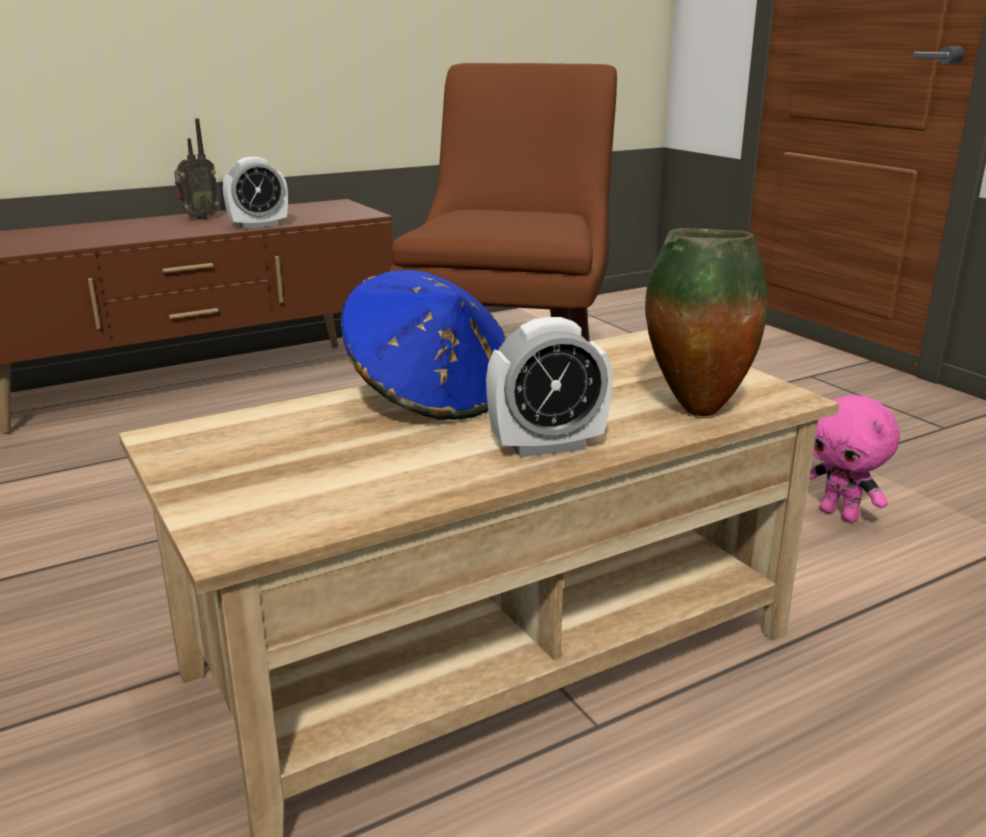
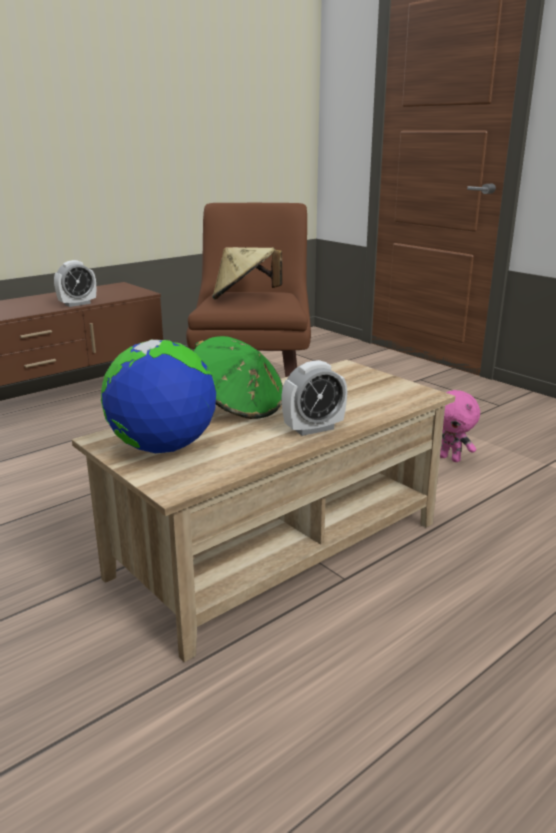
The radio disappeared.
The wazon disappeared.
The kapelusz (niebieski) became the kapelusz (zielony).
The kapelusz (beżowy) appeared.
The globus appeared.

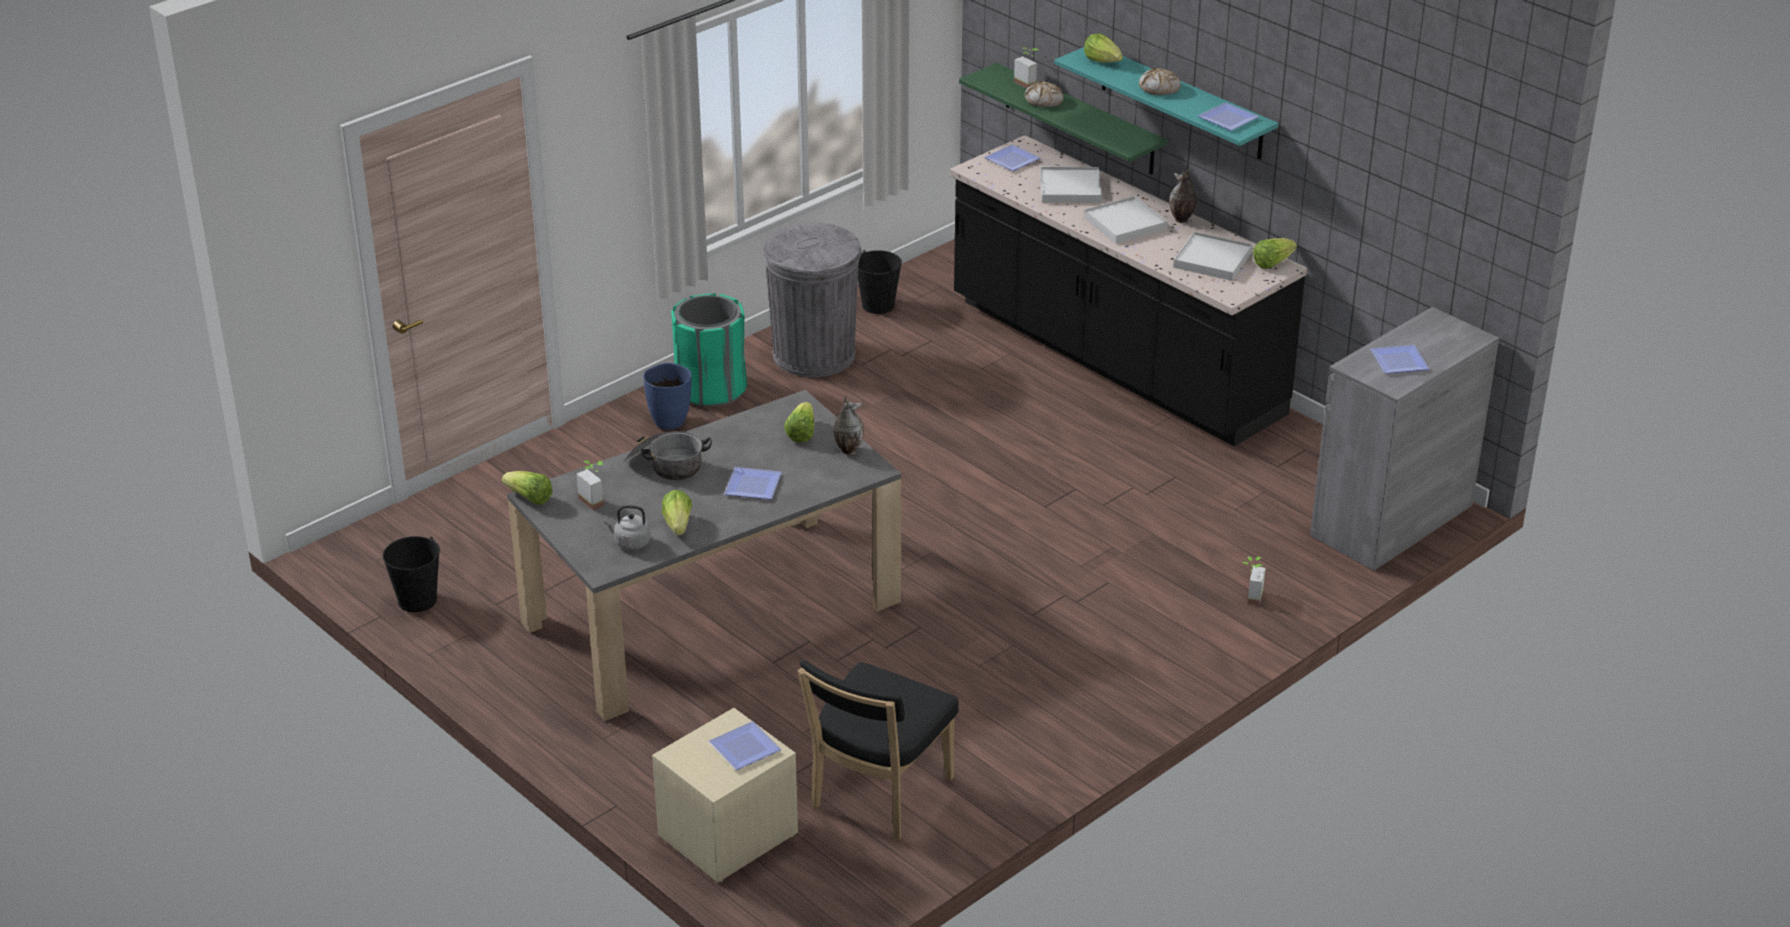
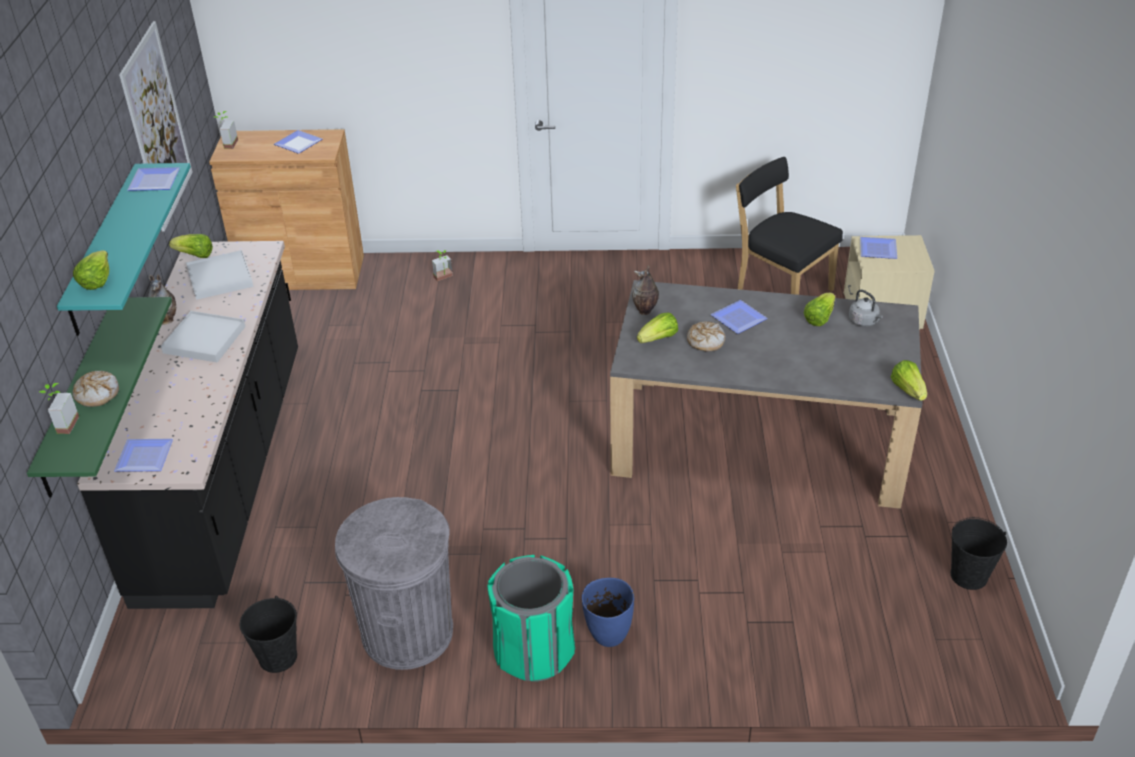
The chleb (2nd from left) moved.
The taca (biały) (1st from left) disappeared.
The szafka (szary) became the szafka (brązowy).
The garnek disappeared.
The roślina doniczkowa (1st from left in the first image) moved.
The krzesło (czarny) turned 120 degrees counterclockwise.
The obraz appeared.

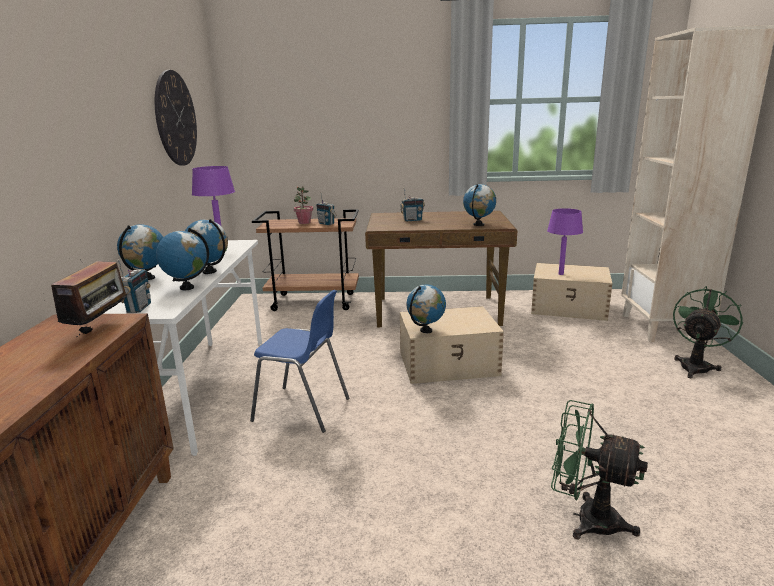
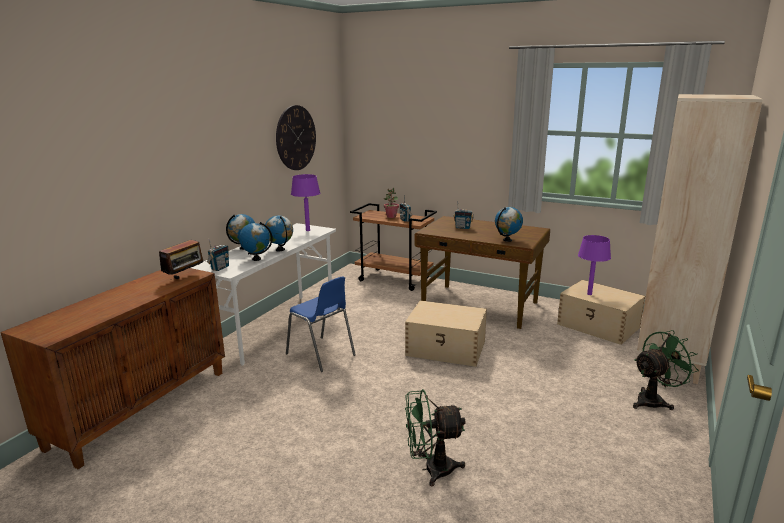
The globus (4th from left) disappeared.
The wentylator (zielony) (1st from left) turned 60 degrees counterclockwise.

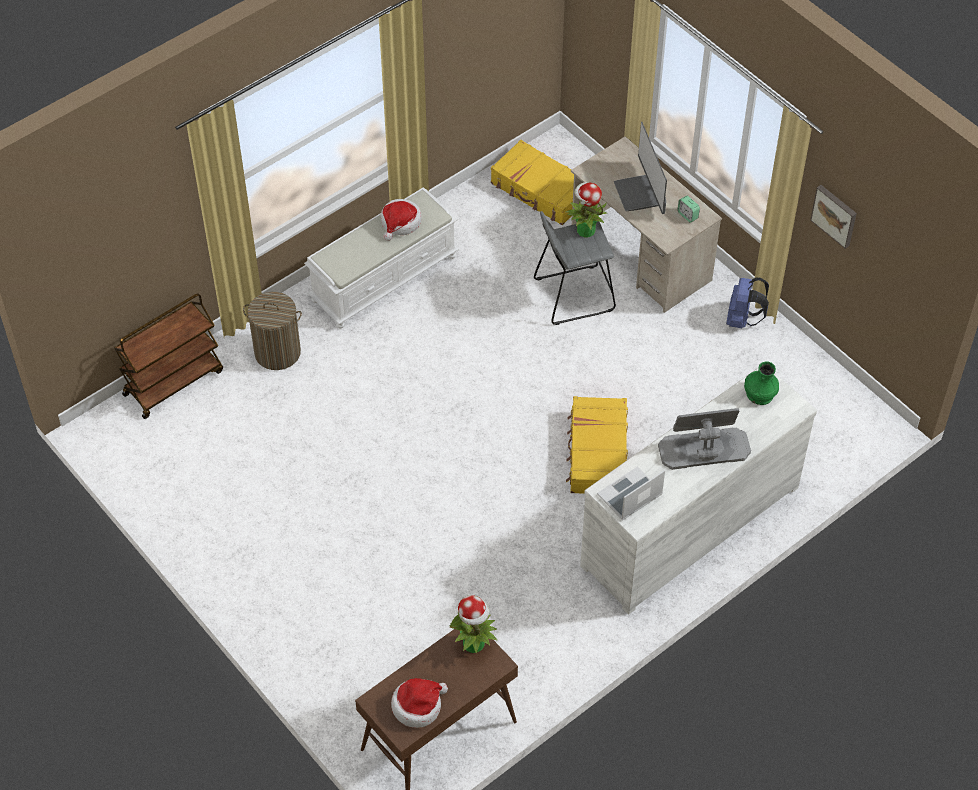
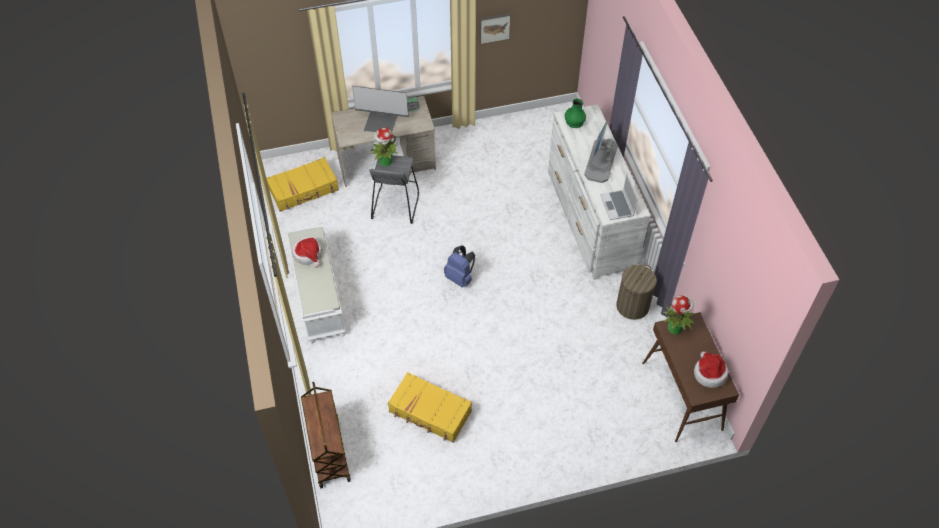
The plecak (niebieski) moved.
The kosz na pranie moved.
The walizka (żółty) (2nd from left) moved.

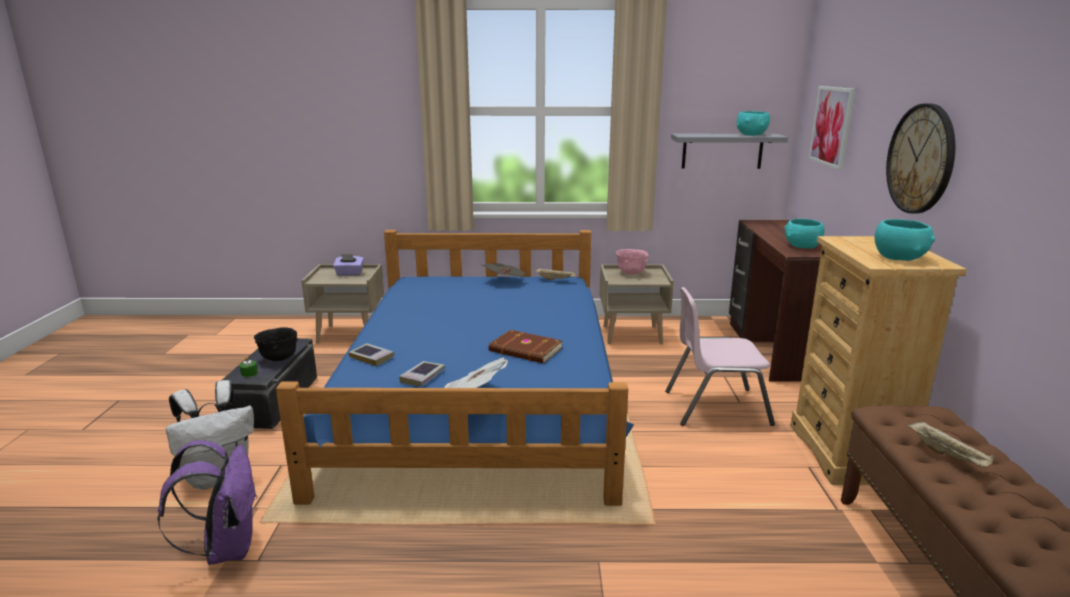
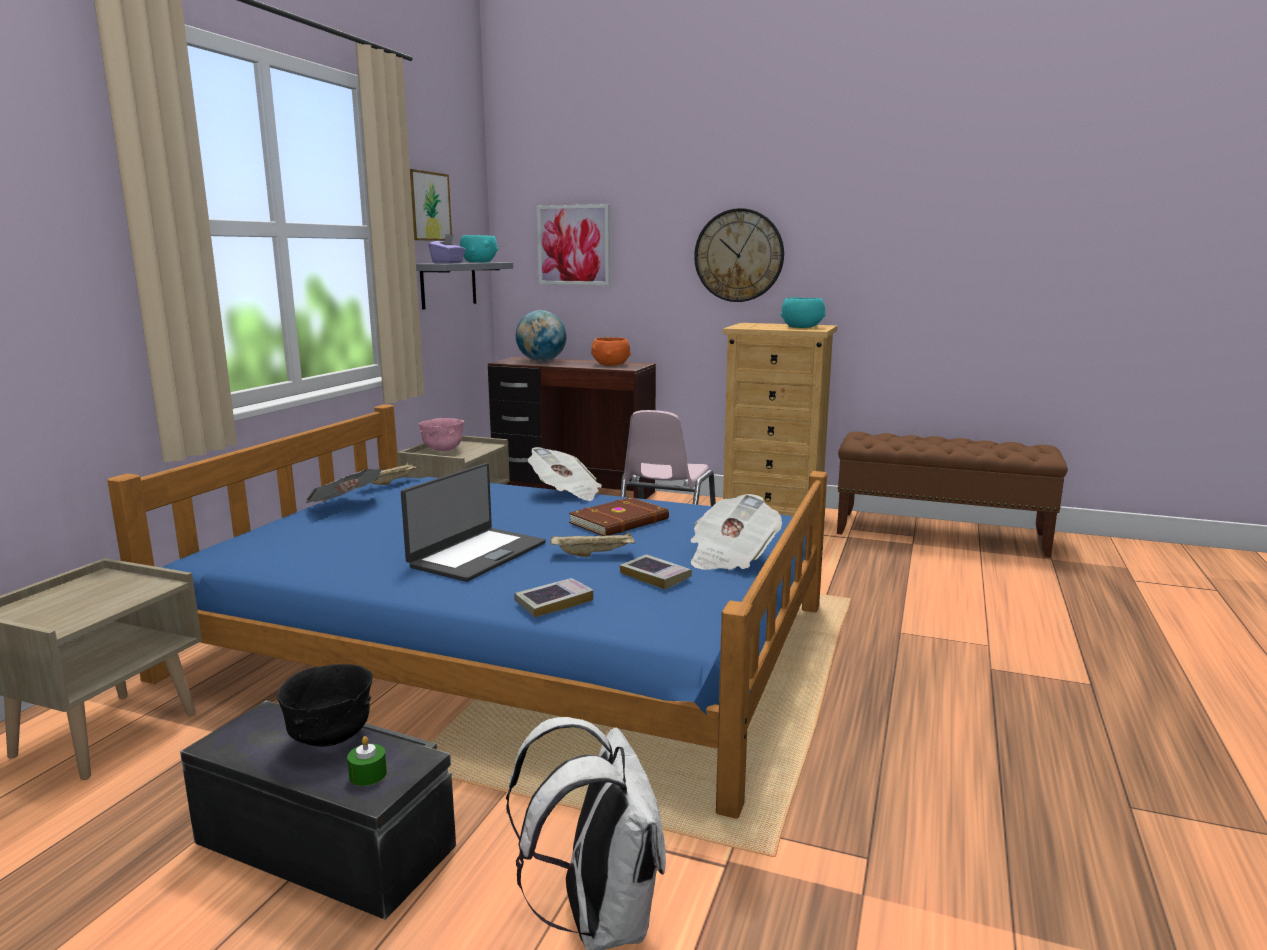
The miska (turkusowy) (2nd from left) became the miska (pomarańczowy).
The pudełko chusteczek (fioletowy) moved.
The taca (beżowy) (2nd from left) moved.
The plecak (fioletowy) disappeared.
The obraz (1st from left) appeared.
The globus appeared.
The gazeta (2nd from left) appeared.
The laptop appeared.

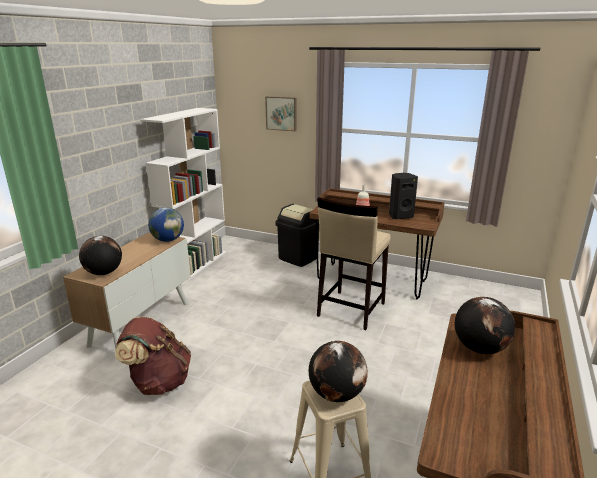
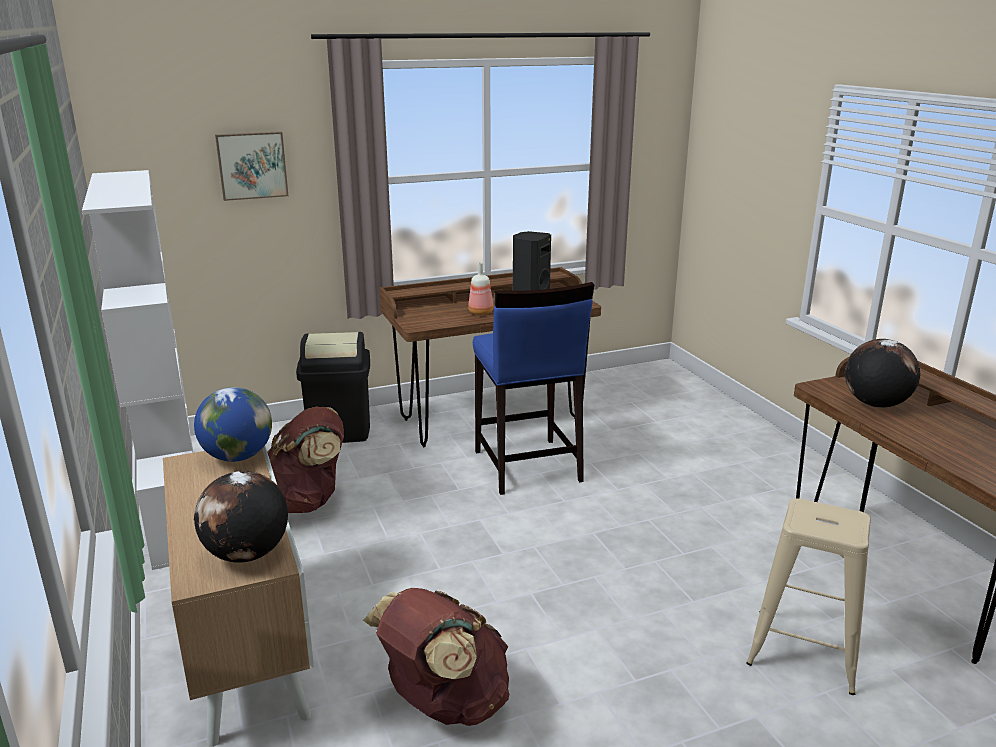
The stołek (beżowy) (2nd from left) became the stołek (niebieski).
The globus (3rd from left) disappeared.
The plecak (brązowy) (1st from left) appeared.

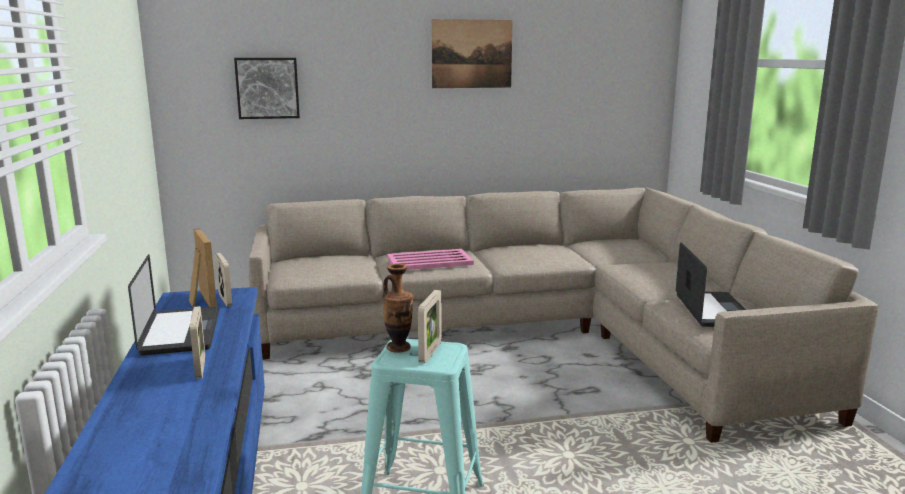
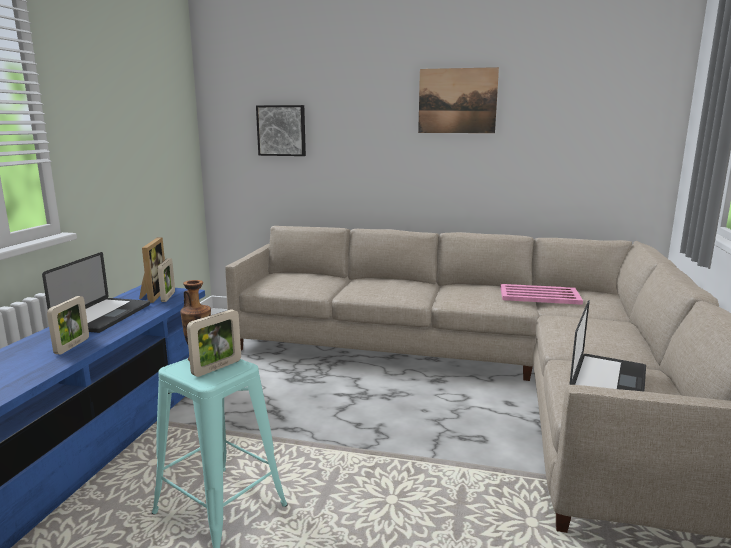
The taca (różowy) moved.

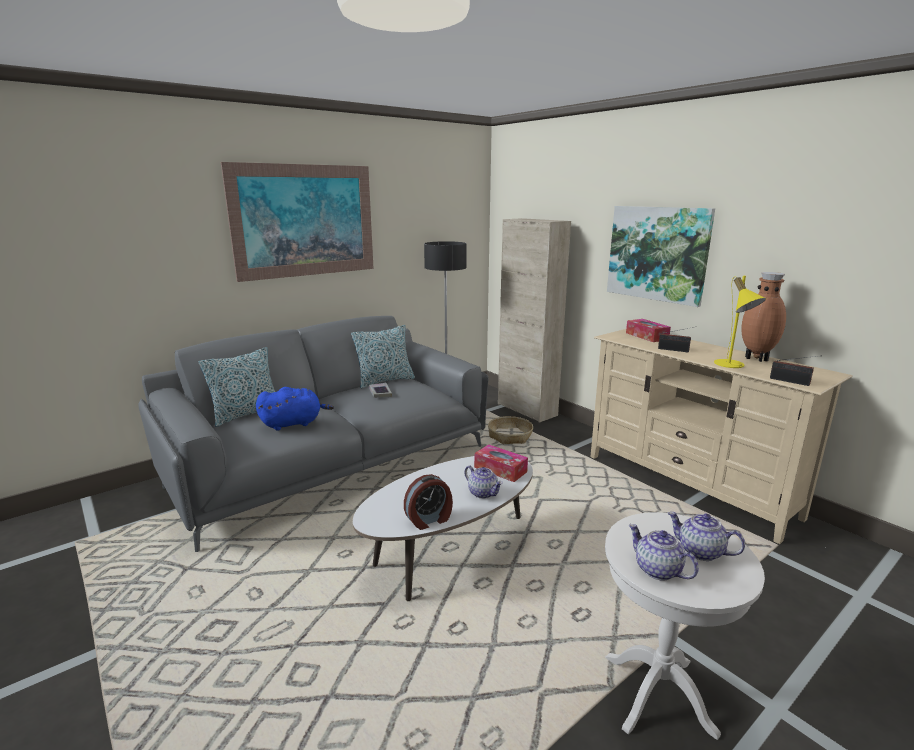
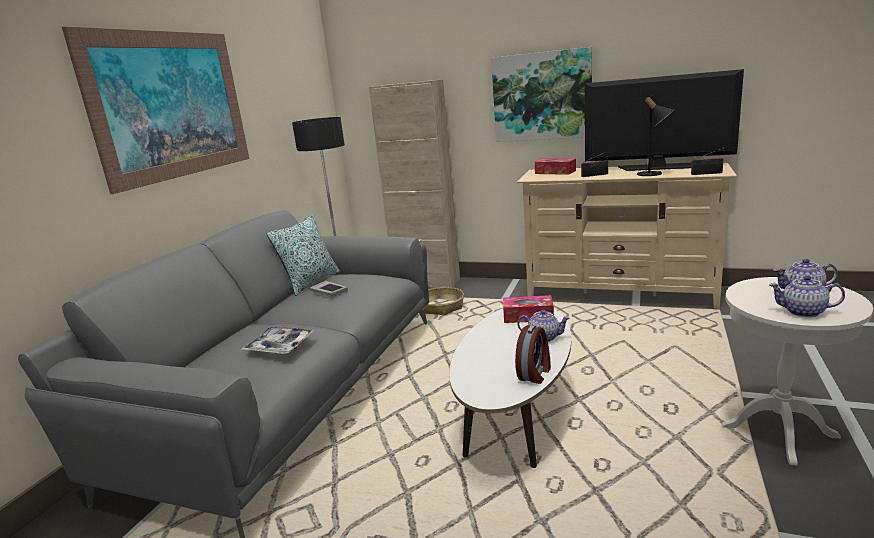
The wazon (brązowy) was replaced by the telewizor.
The lampa stołowa (żółty) became the lampa stołowa (czarny).
The poduszka (1st from left) disappeared.
The pluszak (niebieski) was replaced by the taca.

